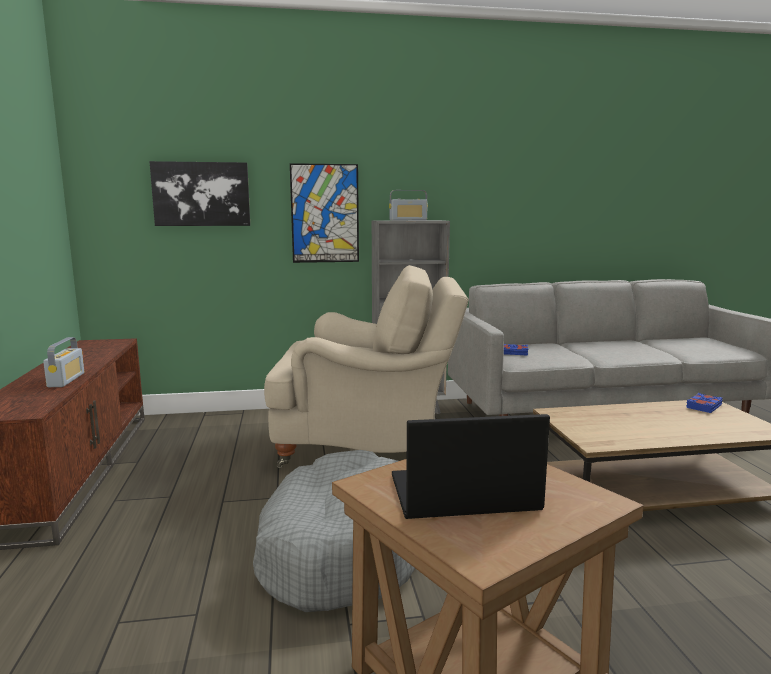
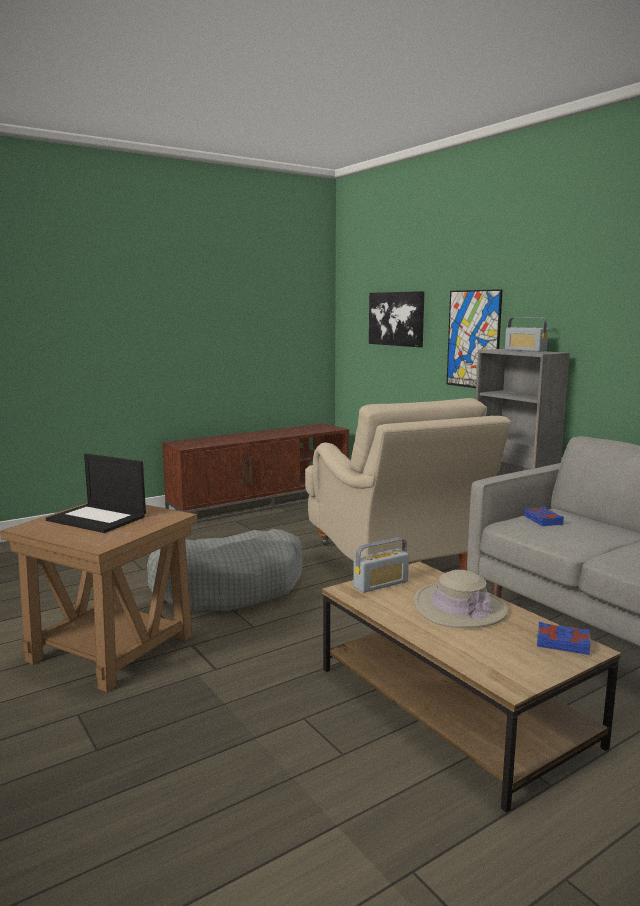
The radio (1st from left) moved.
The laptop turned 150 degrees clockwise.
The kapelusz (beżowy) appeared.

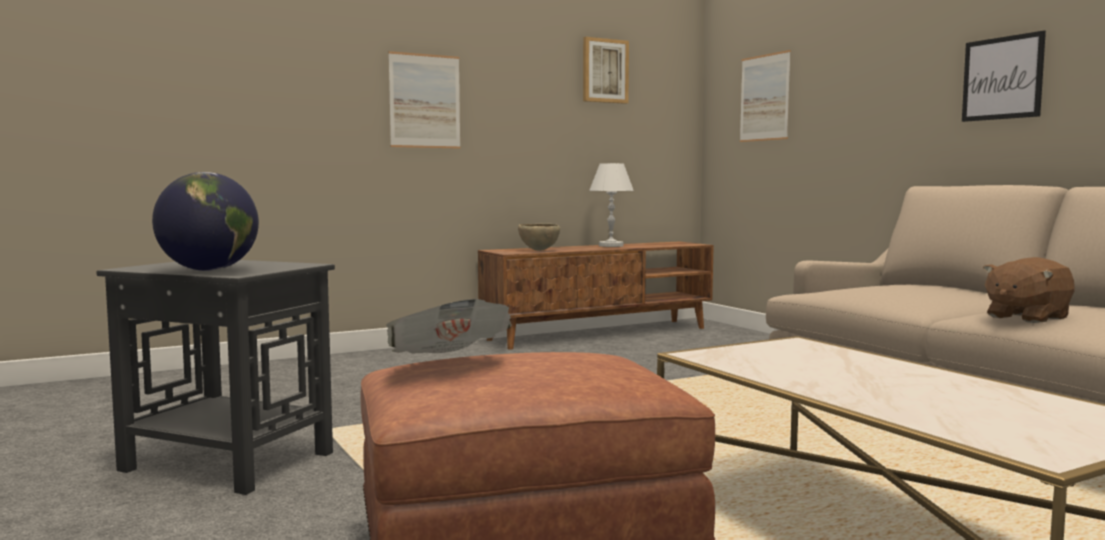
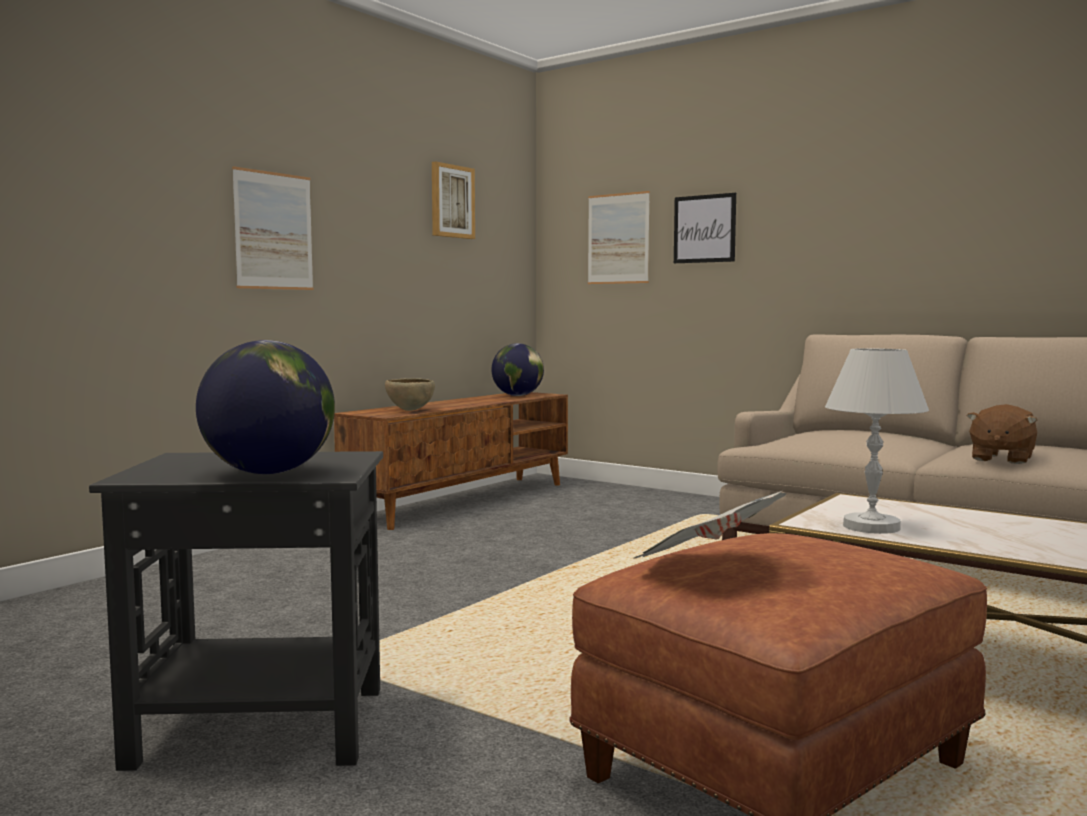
The obraz (4th from left) moved.
The lampa stołowa (biały) moved.
The globus (2nd from left) appeared.

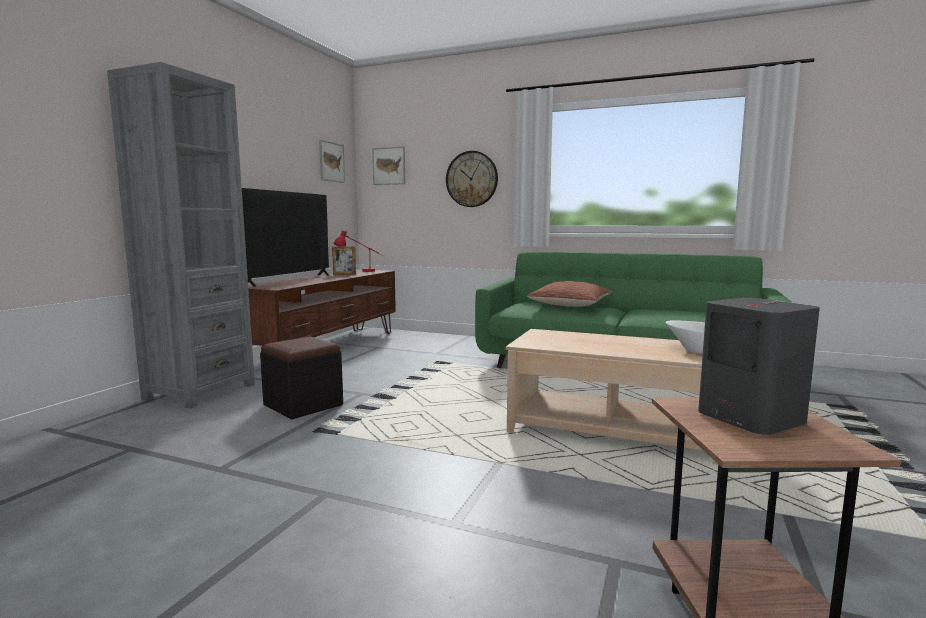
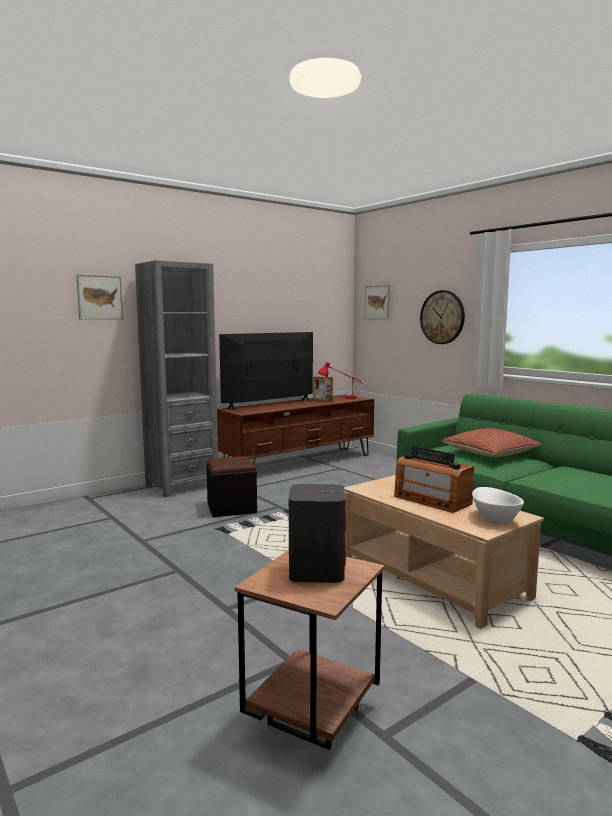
The obraz (1st from left) moved.
The radio appeared.

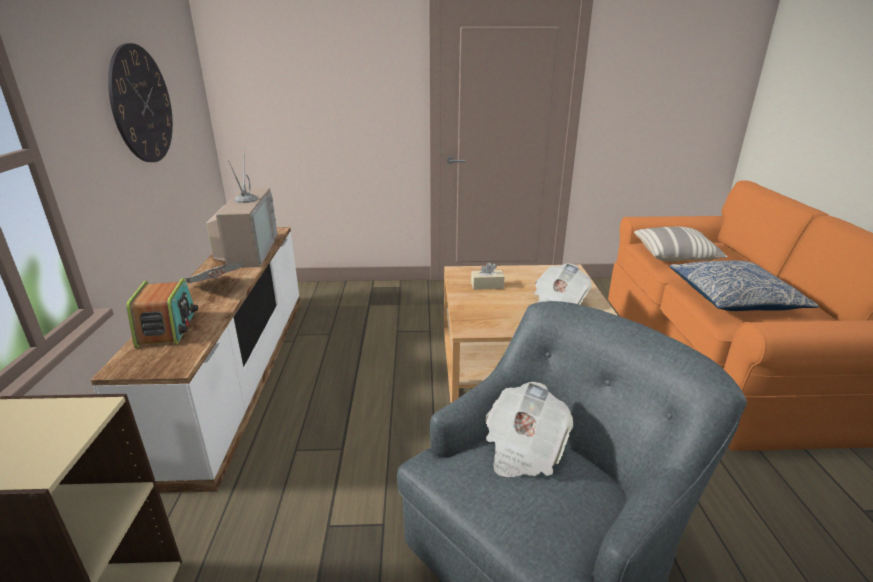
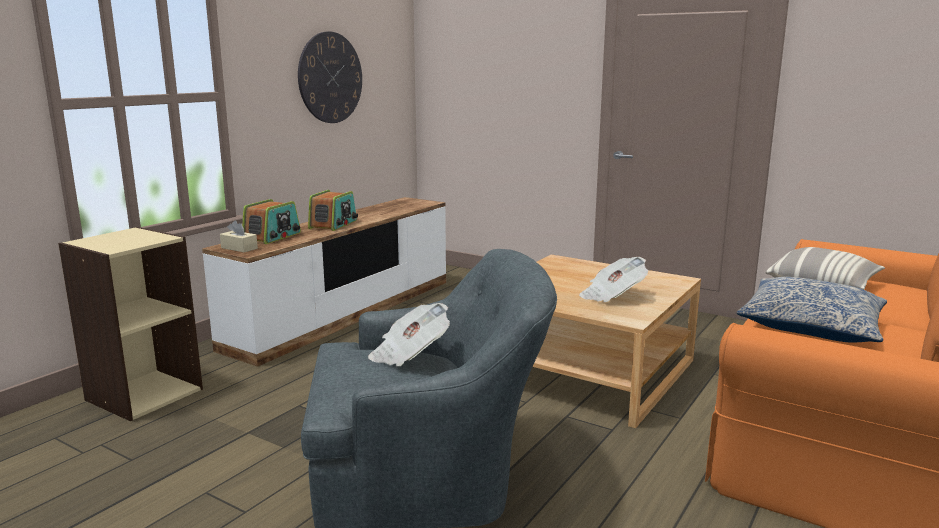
The telewizor disappeared.
The gazeta (1st from left) was replaced by the radio (2nd from left).
The pudełko chusteczek (beżowy) moved.

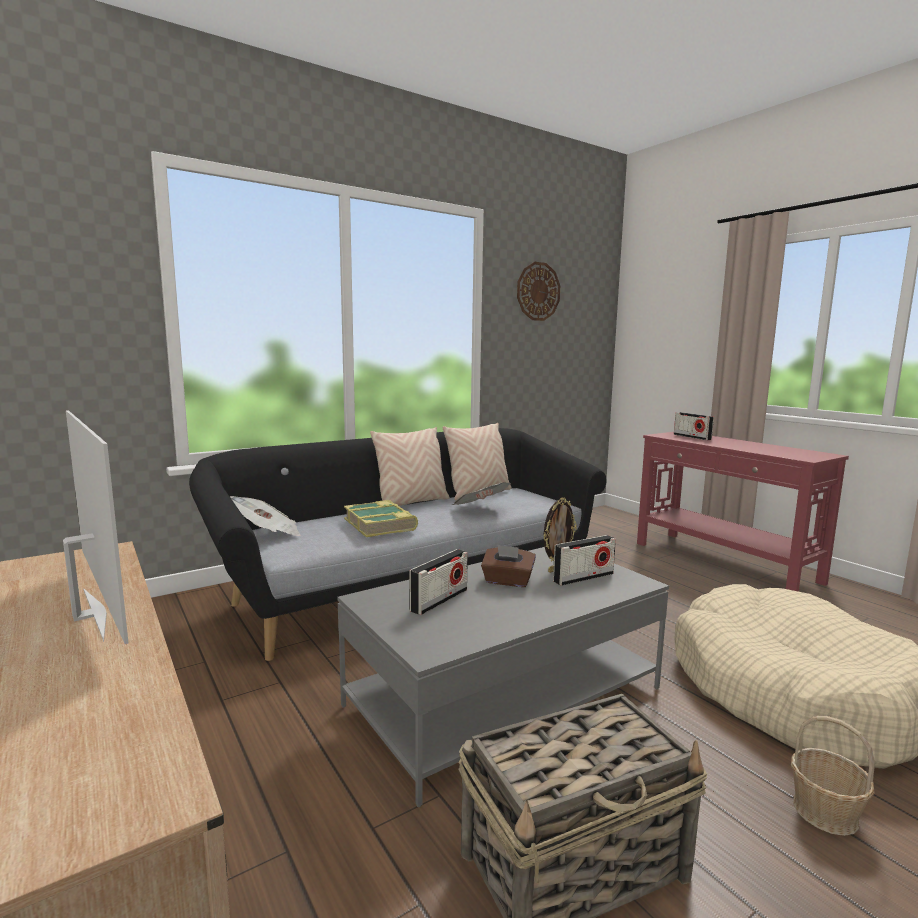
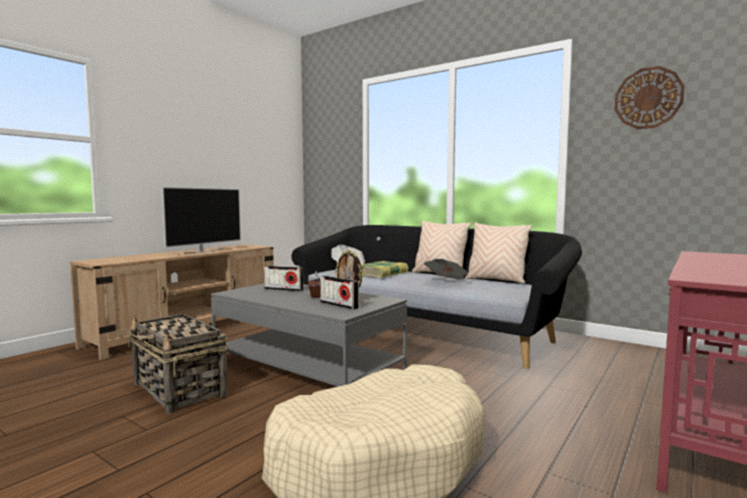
The radio (3rd from left) disappeared.
The koszyk (2nd from left) disappeared.

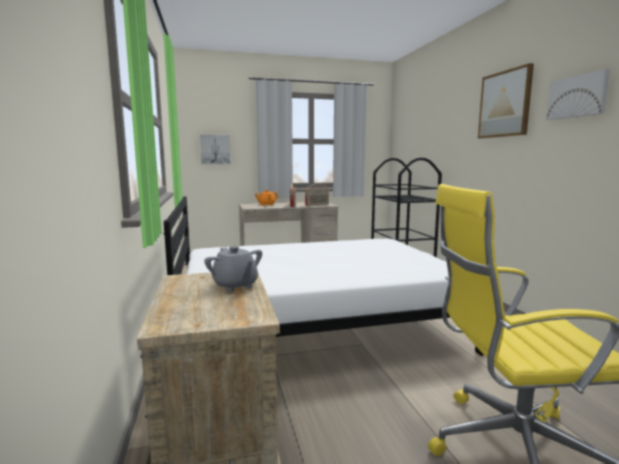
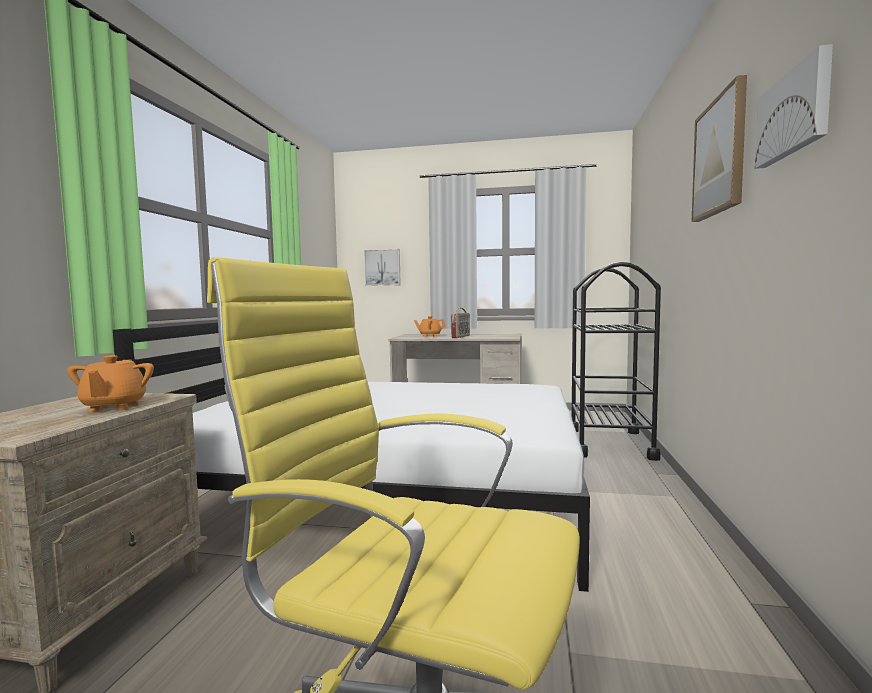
The radio (2nd from left) disappeared.
The imbryk (szary) became the imbryk (pomarańczowy) (1st from left).

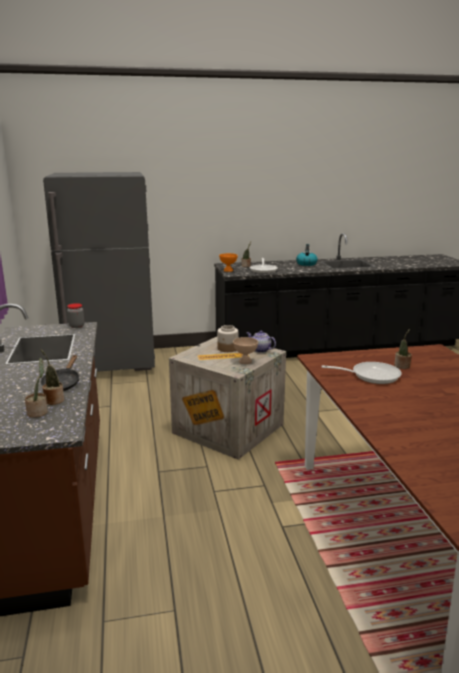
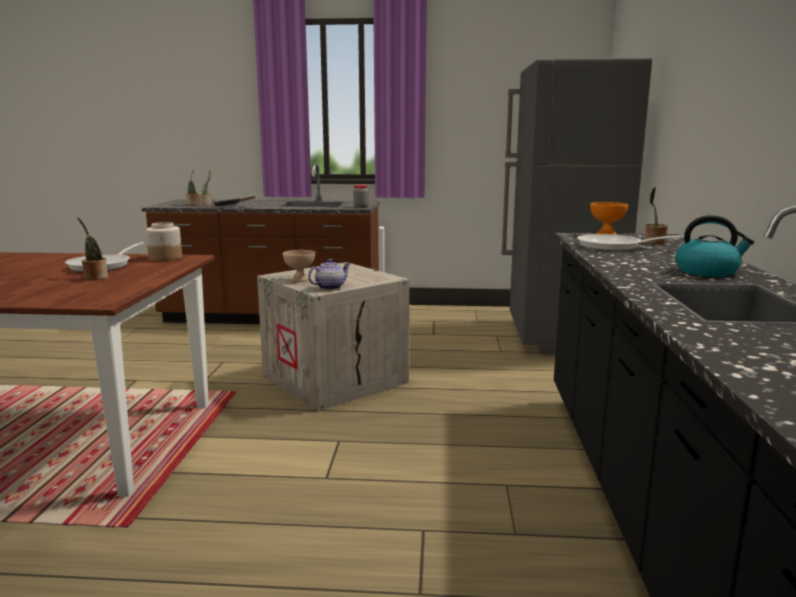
The słoik (2nd from left in the first image) moved.

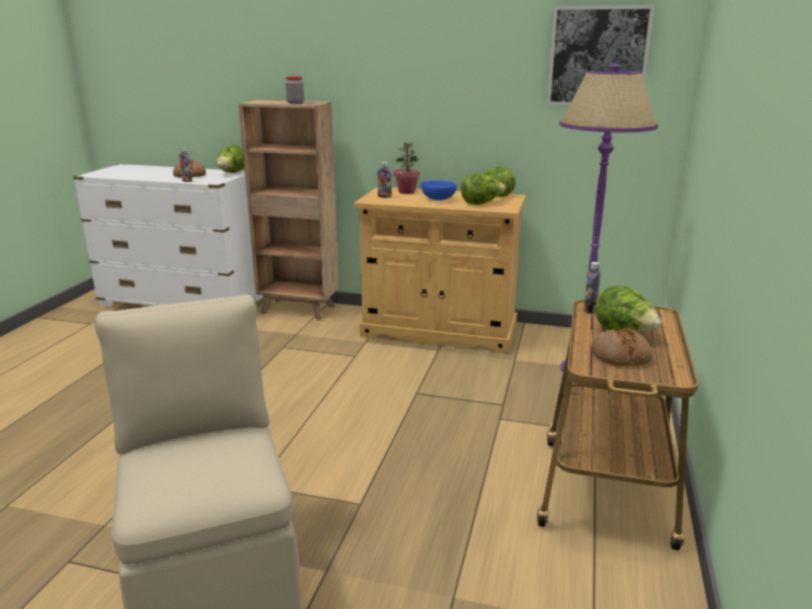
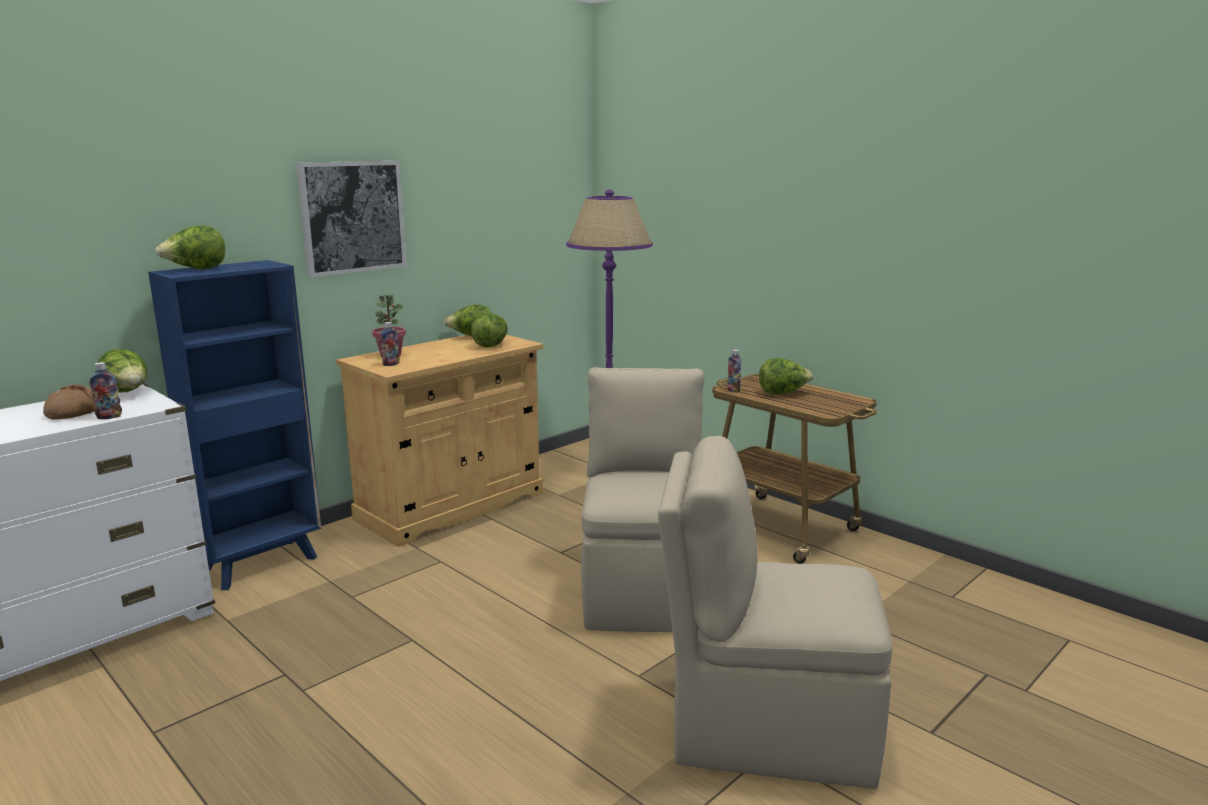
The obraz moved.
The słoik disappeared.
The regał (brązowy) became the regał (niebieski).
The miska (niebieski) disappeared.
The chleb (2nd from left) disappeared.
The sałata (2nd from left) appeared.
The krzesło (beżowy) (1st from left) appeared.

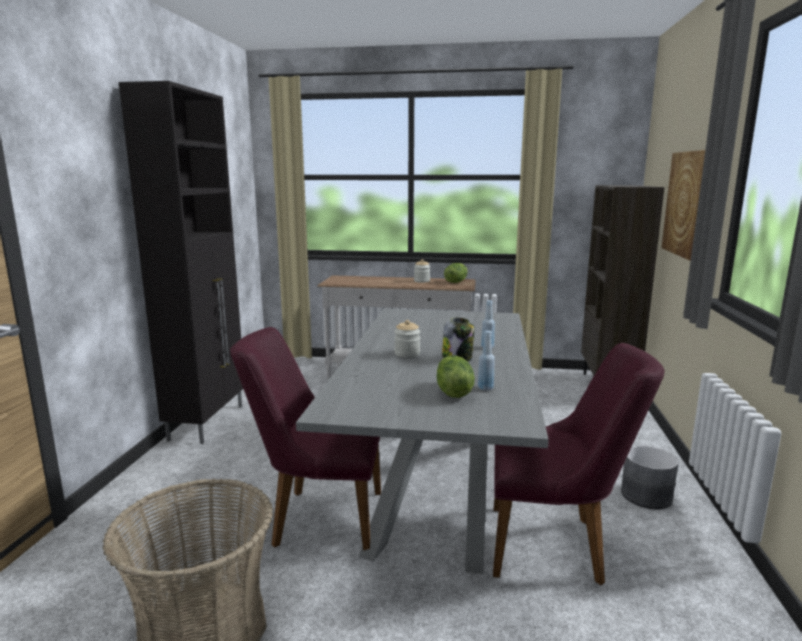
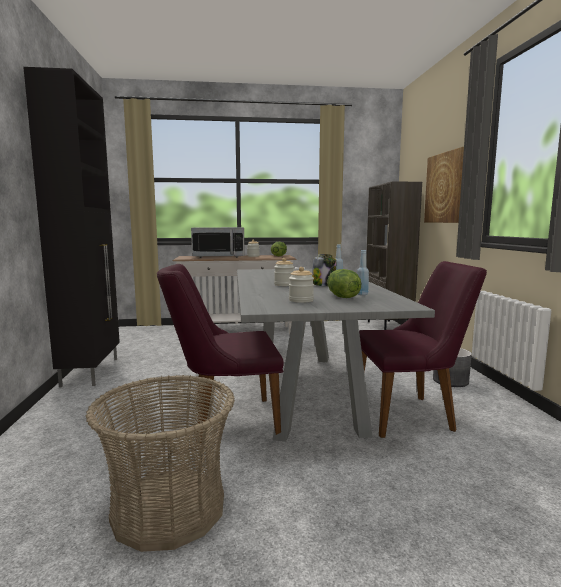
The mikrofalówka appeared.
The słoik (3rd from left) appeared.

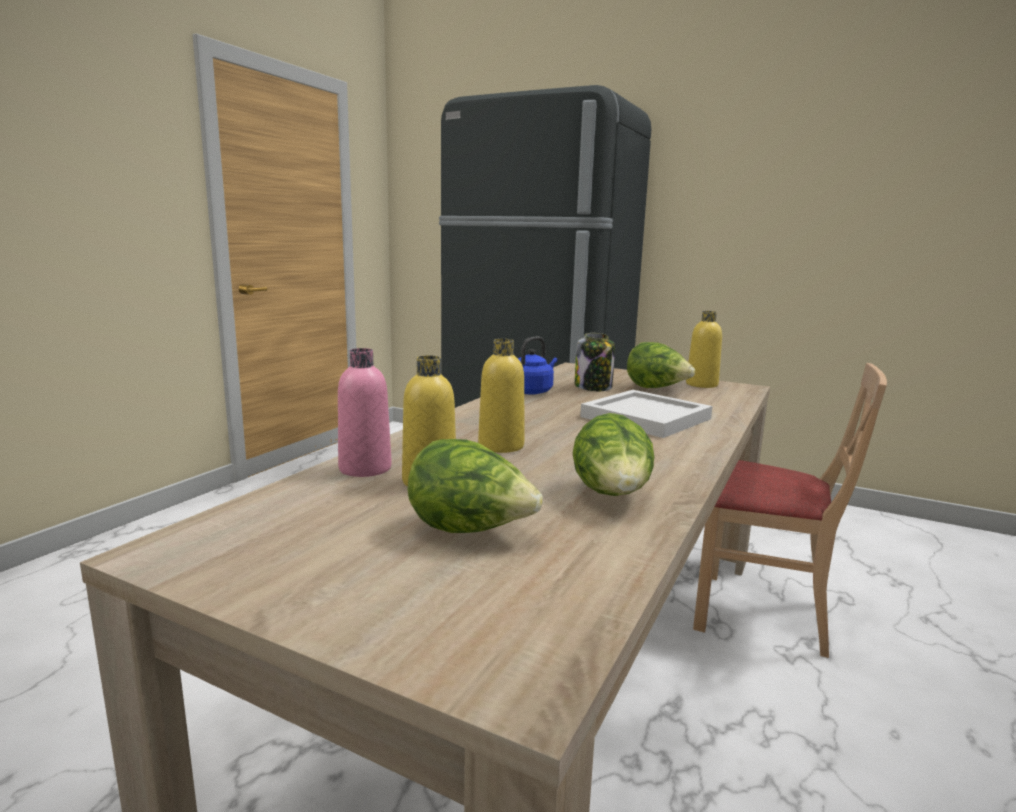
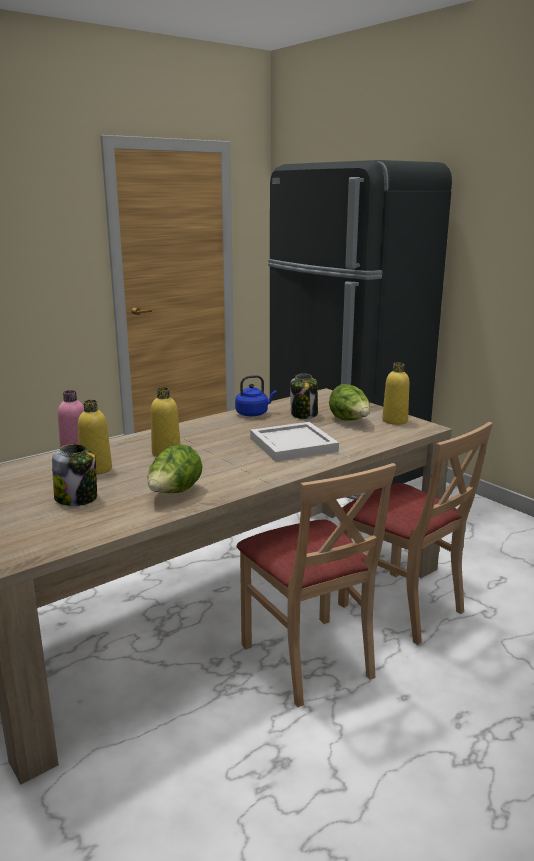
The sałata (1st from left) was replaced by the słoik (1st from left).
The krzesło (beżowy) (1st from left) appeared.

